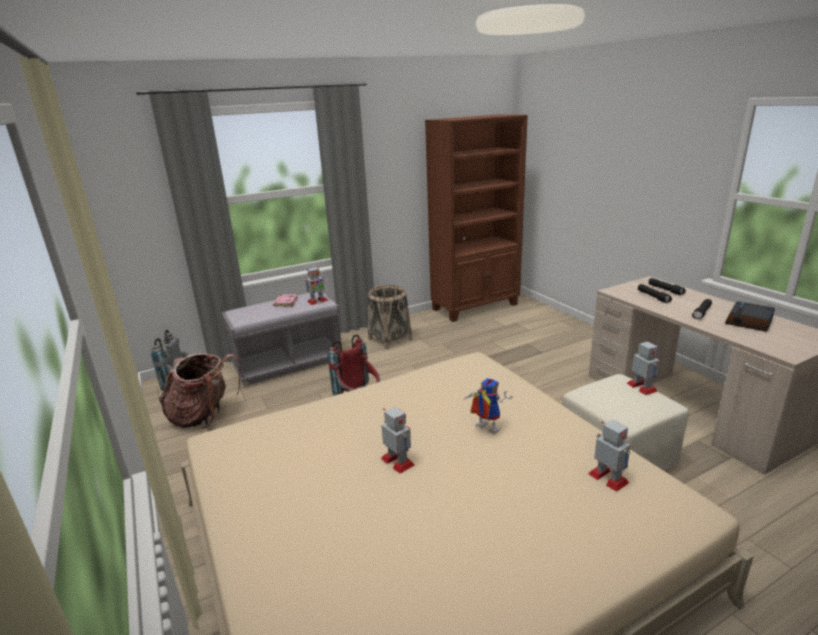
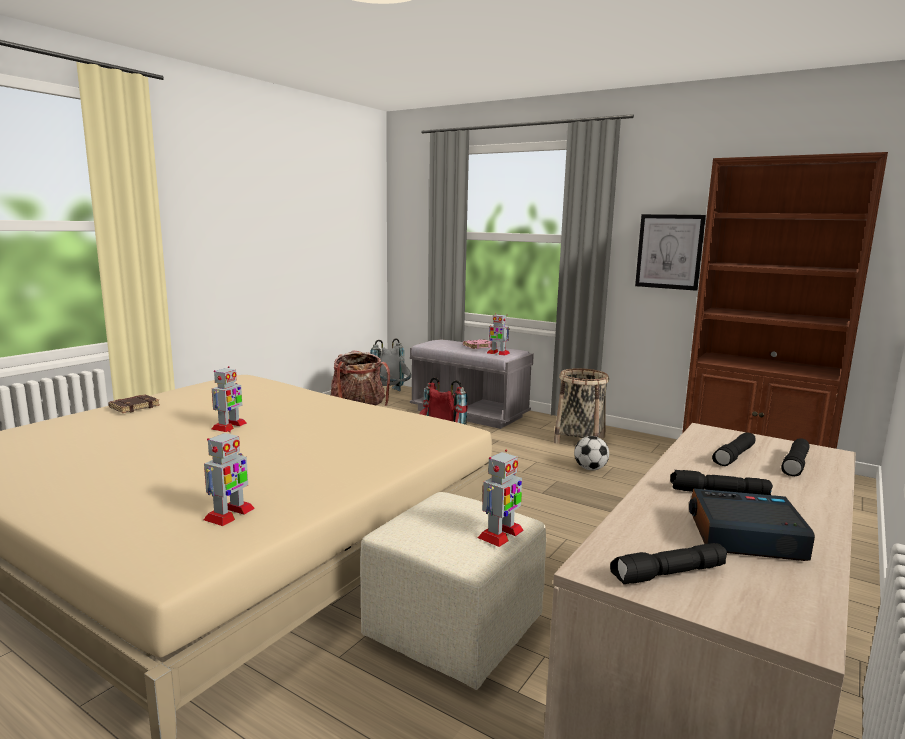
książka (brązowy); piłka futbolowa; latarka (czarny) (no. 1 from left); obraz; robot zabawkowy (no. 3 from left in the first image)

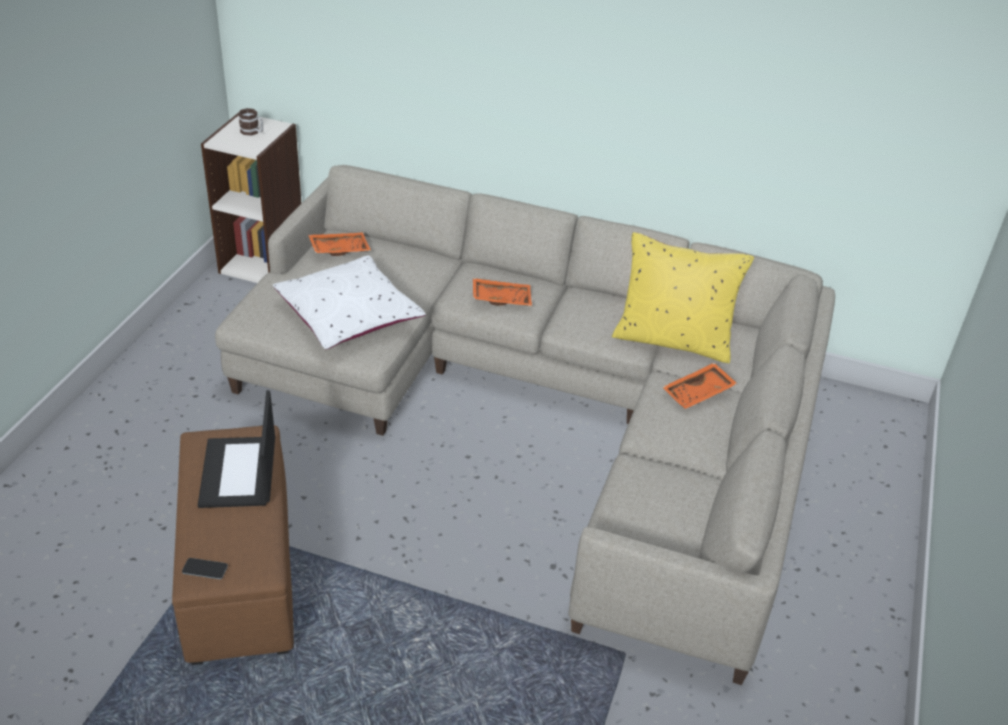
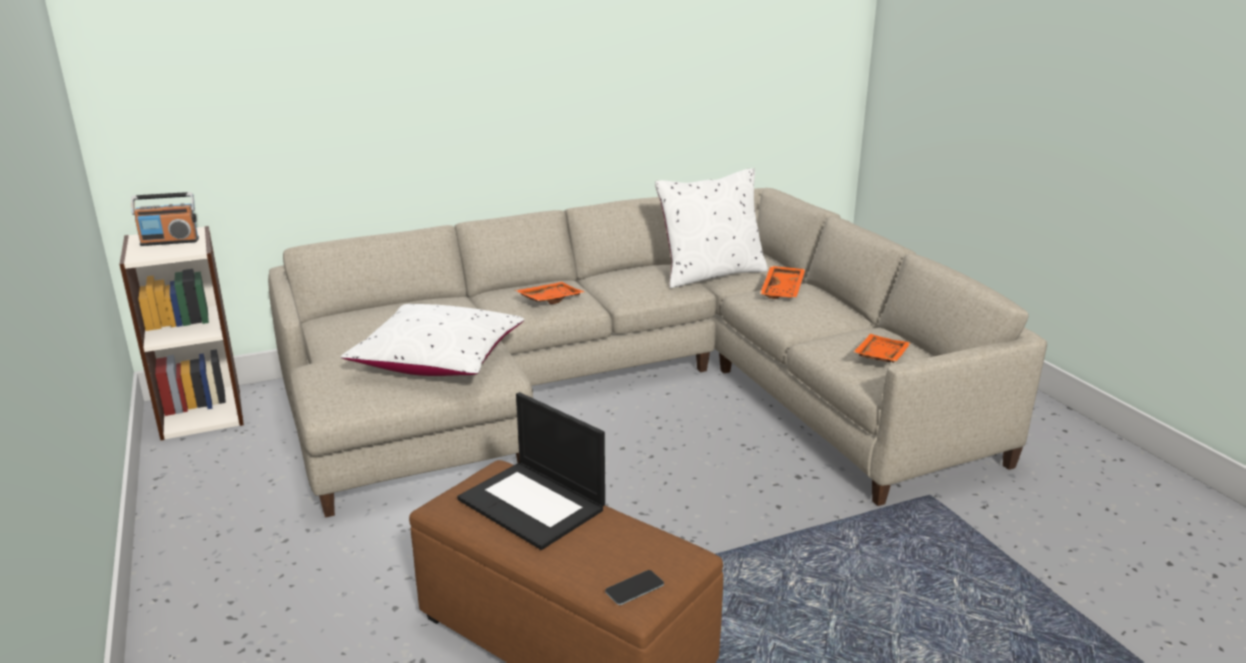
radio; poduszka (biały) (no. 2 from left); taca (pomarańczowy) (no. 3 from left)

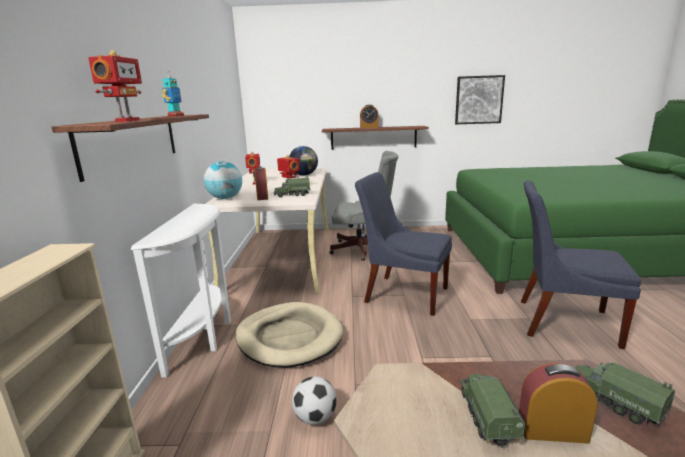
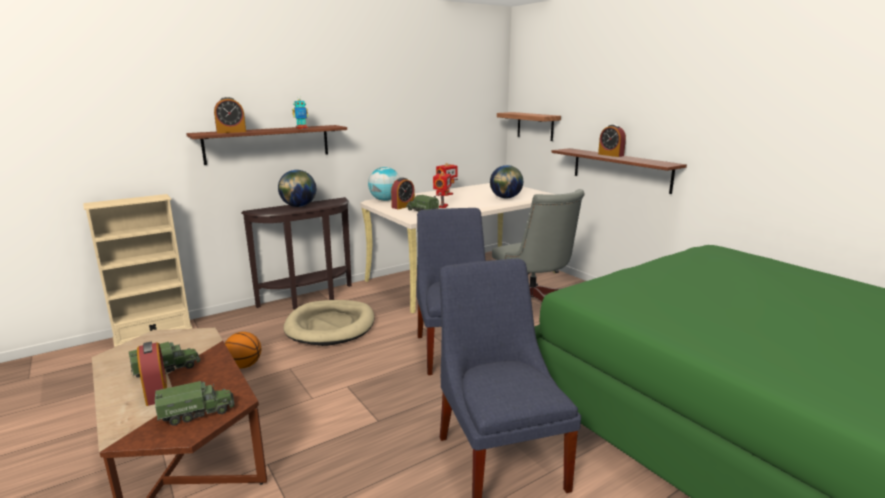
ciężarówka zabawkowa (no. 2 from left); budzik (no. 2 from left); piłka do koszykówki; stolik konsolowy (brązowy); globus (no. 1 from left); półka (no. 2 from left); obraz

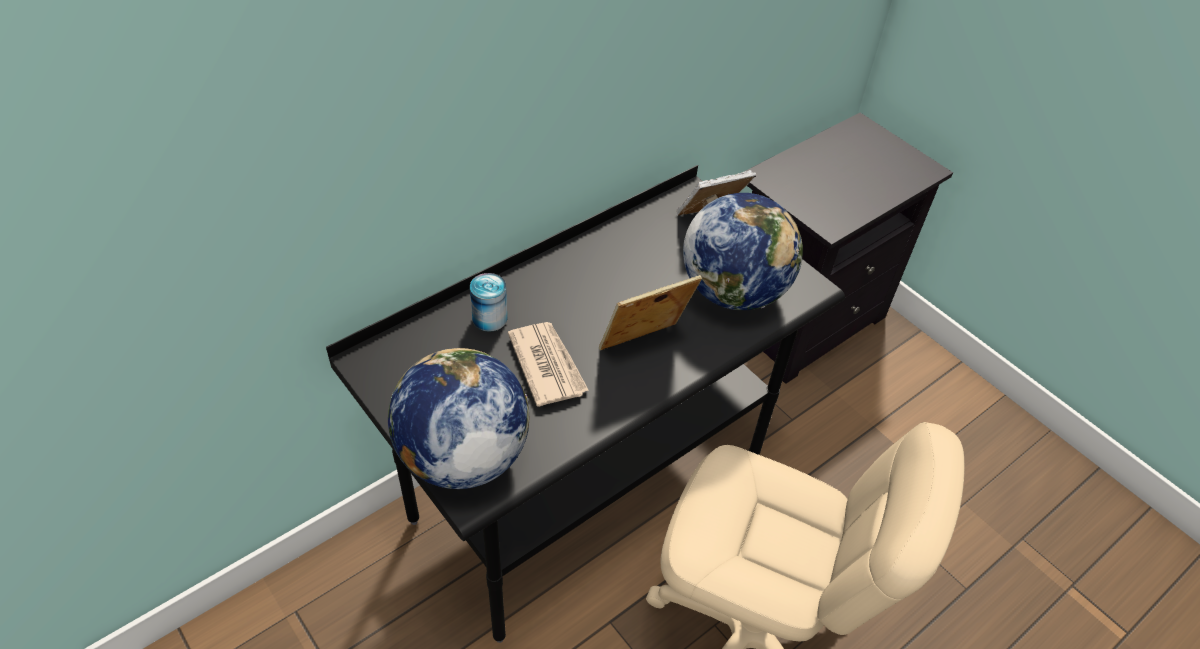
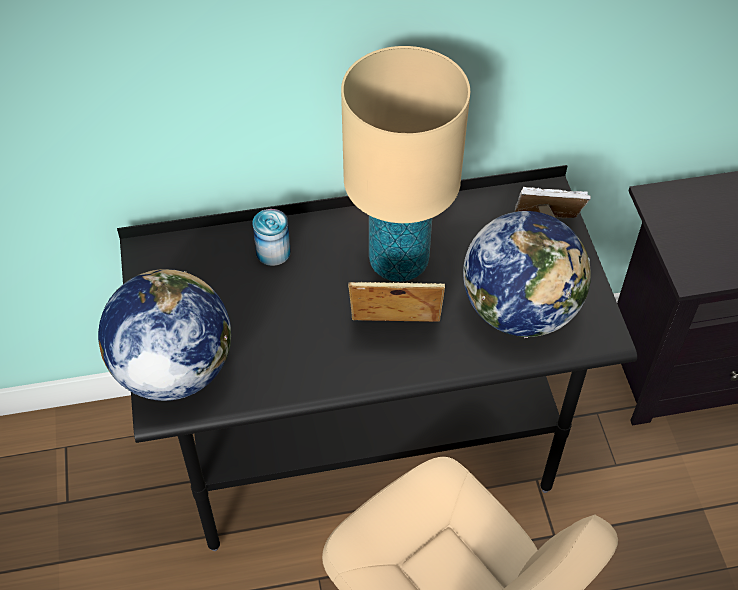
lampa stołowa (beżowy); gazeta

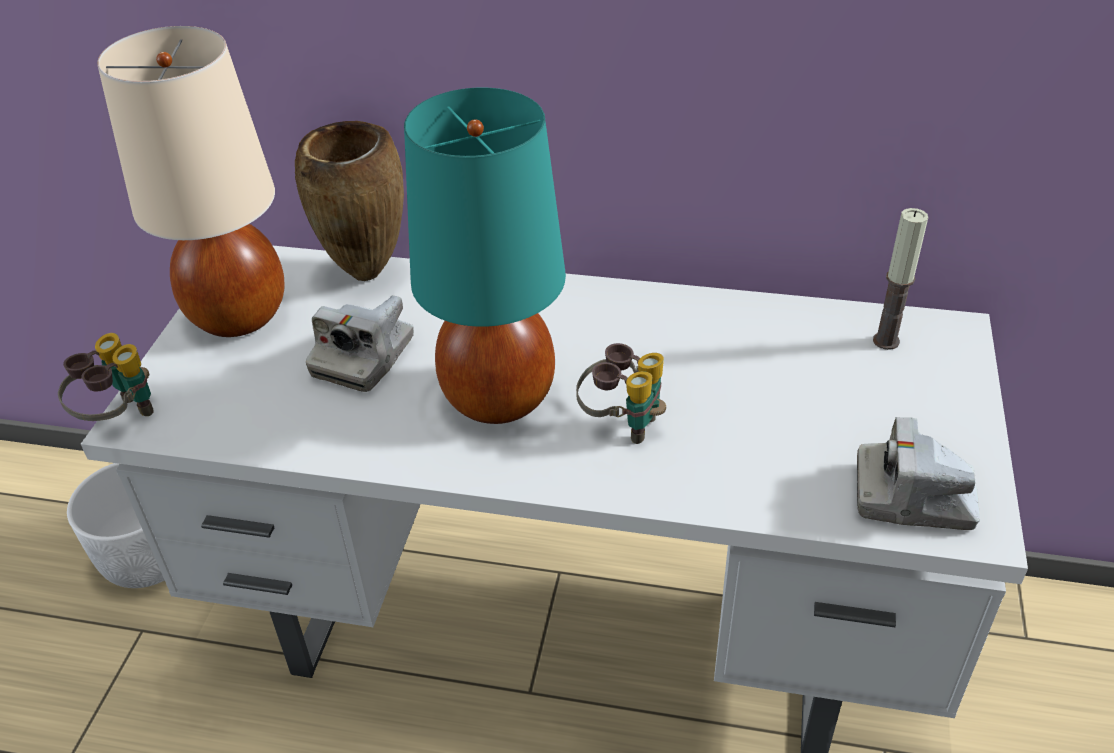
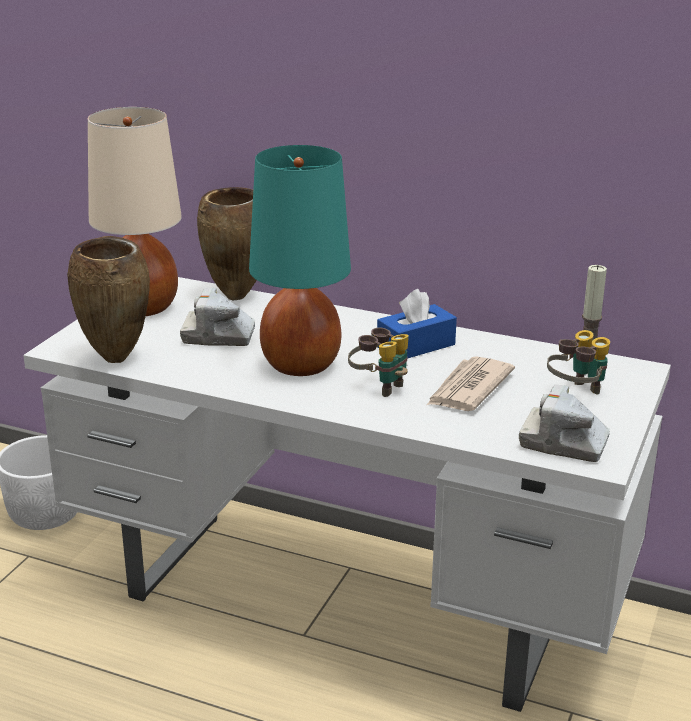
wazon (brązowy) (no. 1 from left); aparat fotograficzny (no. 1 from left); pudełko chusteczek (niebieski); gazeta; lornetka (no. 2 from left)

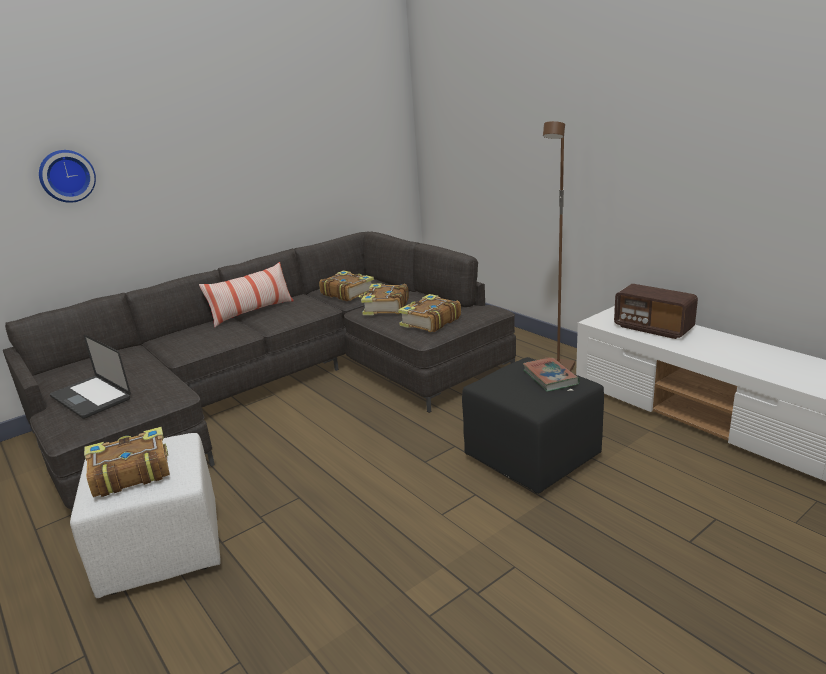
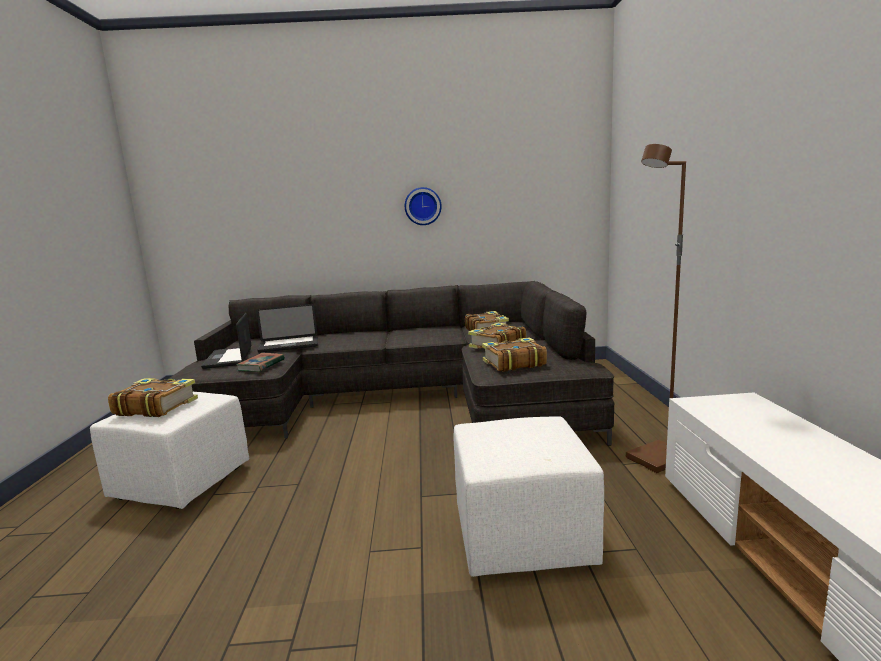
książka (no. 2 from left); laptop (no. 2 from left); zegar ścienny; pufa (biały) (no. 2 from left); poduszka; radio

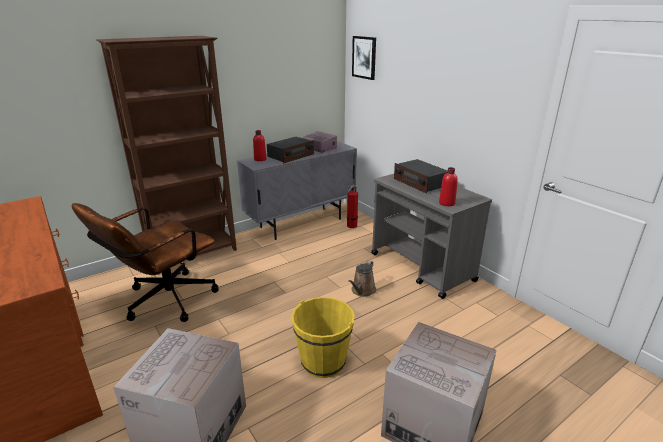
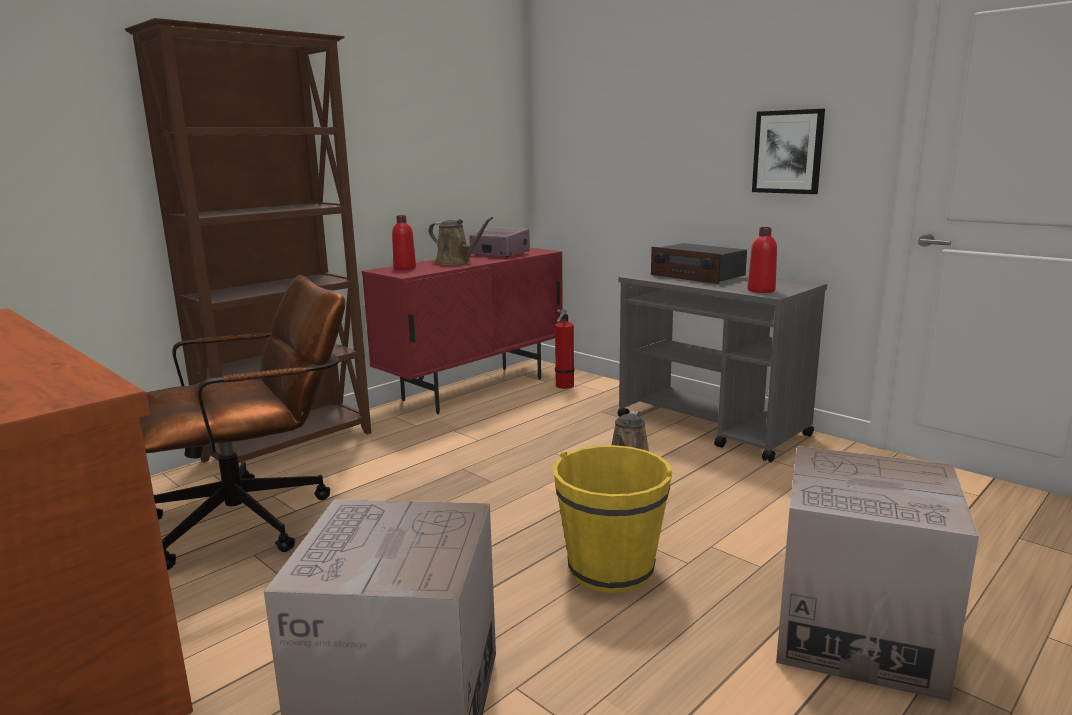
krzesło biurowe (brązowy); szafka (czerwony); konewka (brązowy) (no. 1 from left); obraz

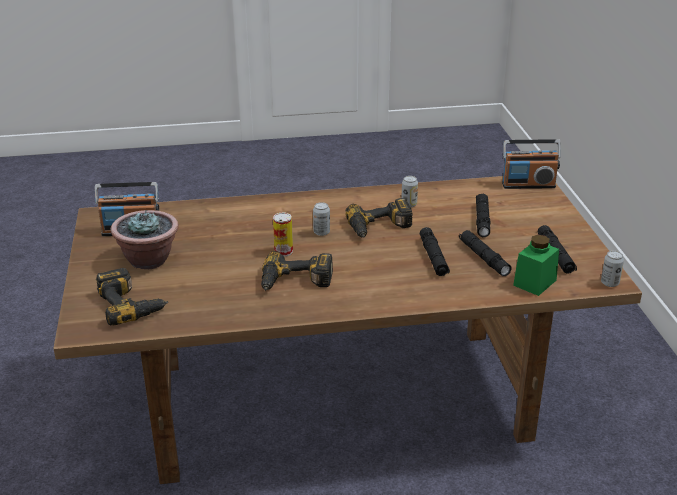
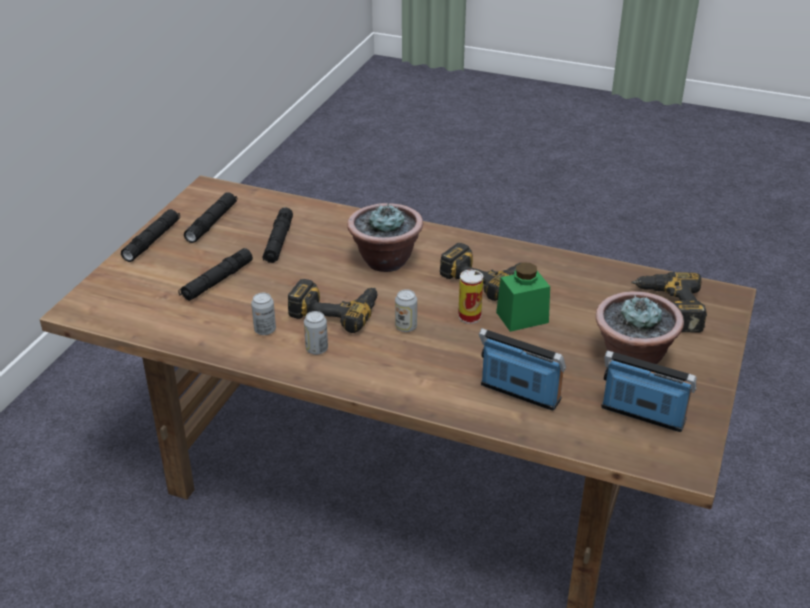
latarka (czarny) (no. 1 from left); puszka (no. 2 from left); roślina doniczkowa (no. 1 from left); radio (no. 1 from left); słoik (zielony)

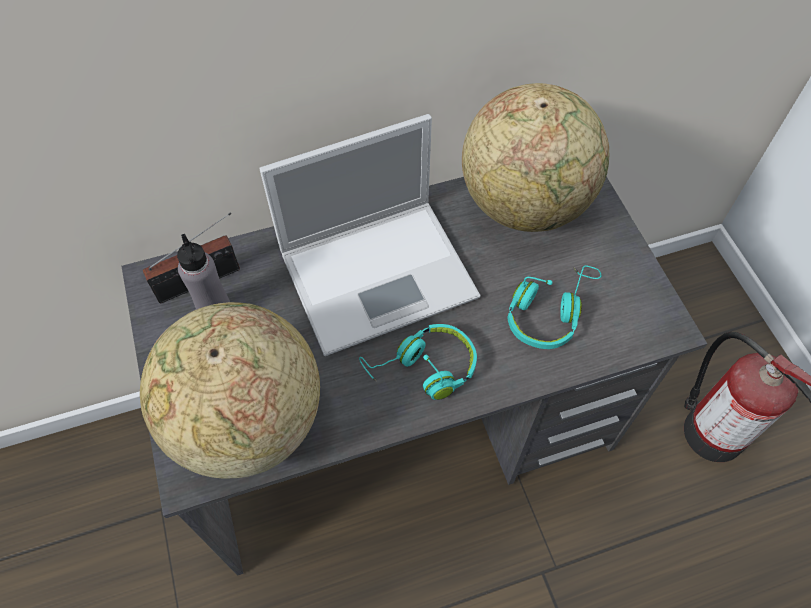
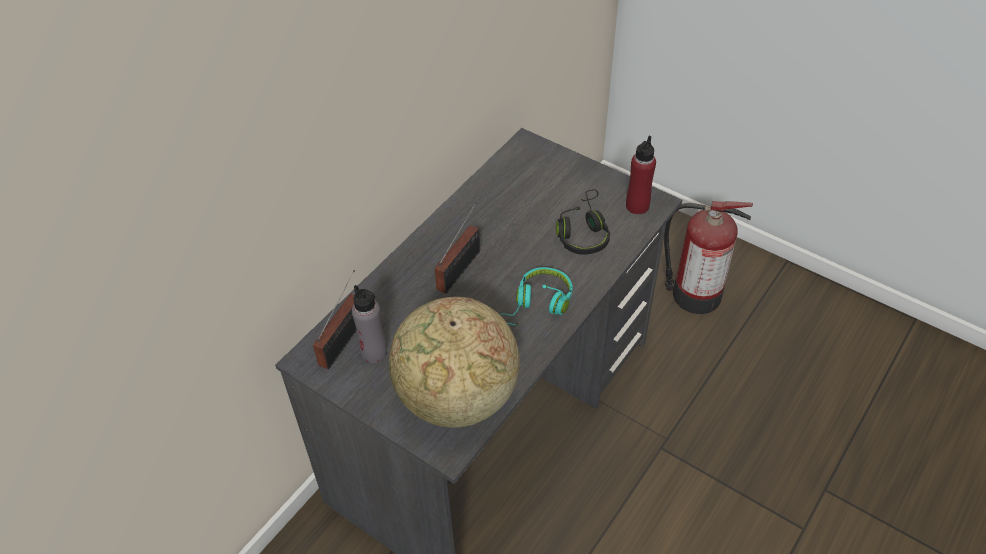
radio (no. 2 from left); słuchawki (czarny); butelka (czerwony); globus (no. 2 from left in the first image)

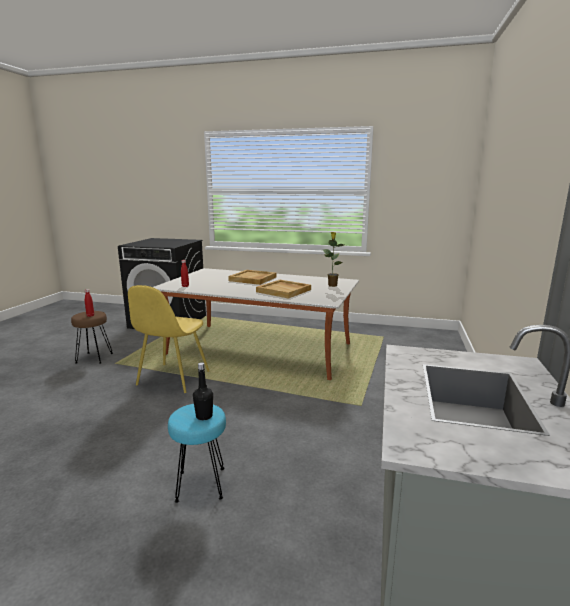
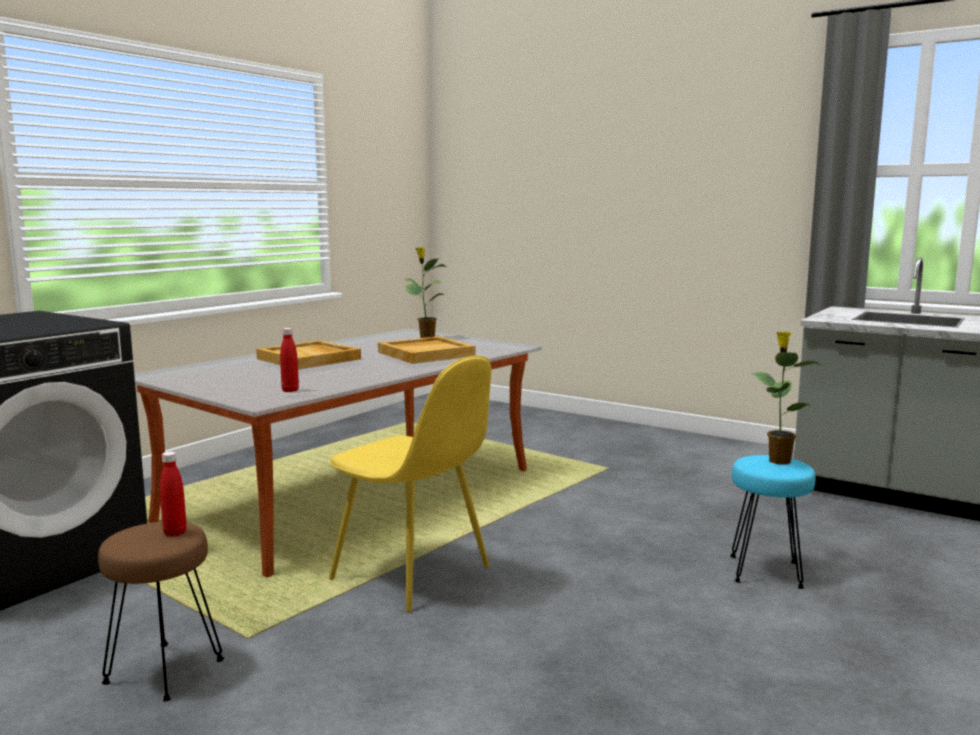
roślina doniczkowa (no. 2 from left)

